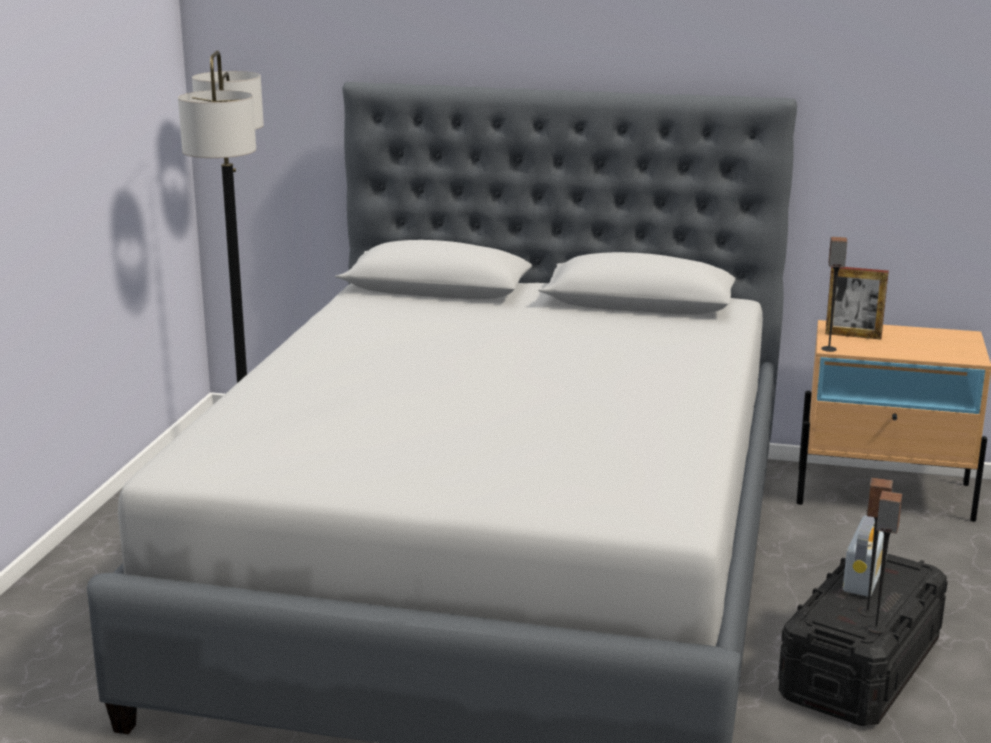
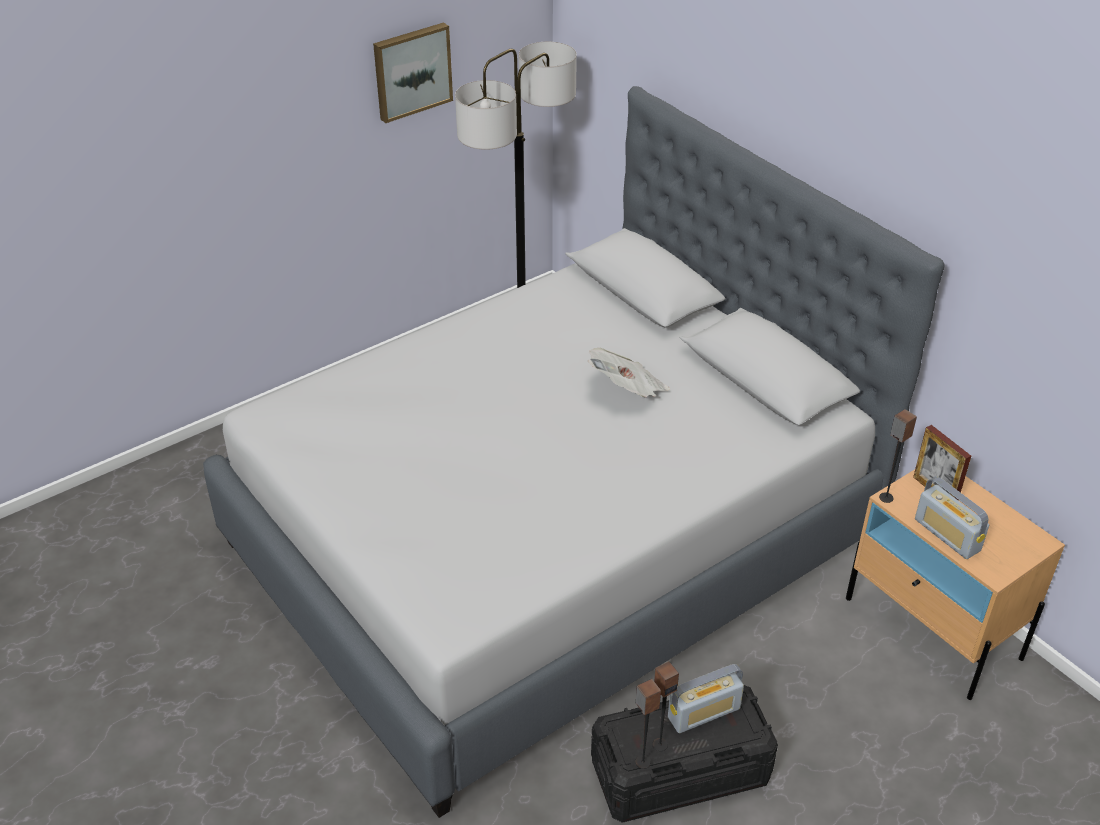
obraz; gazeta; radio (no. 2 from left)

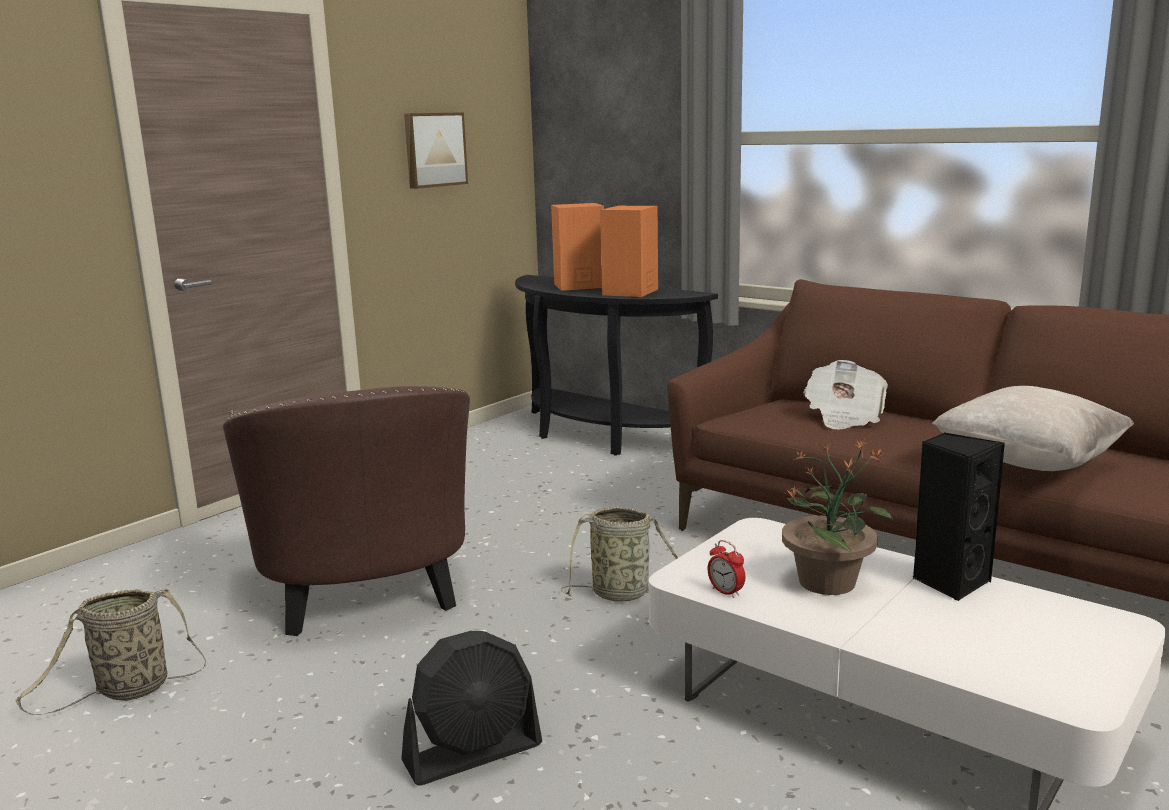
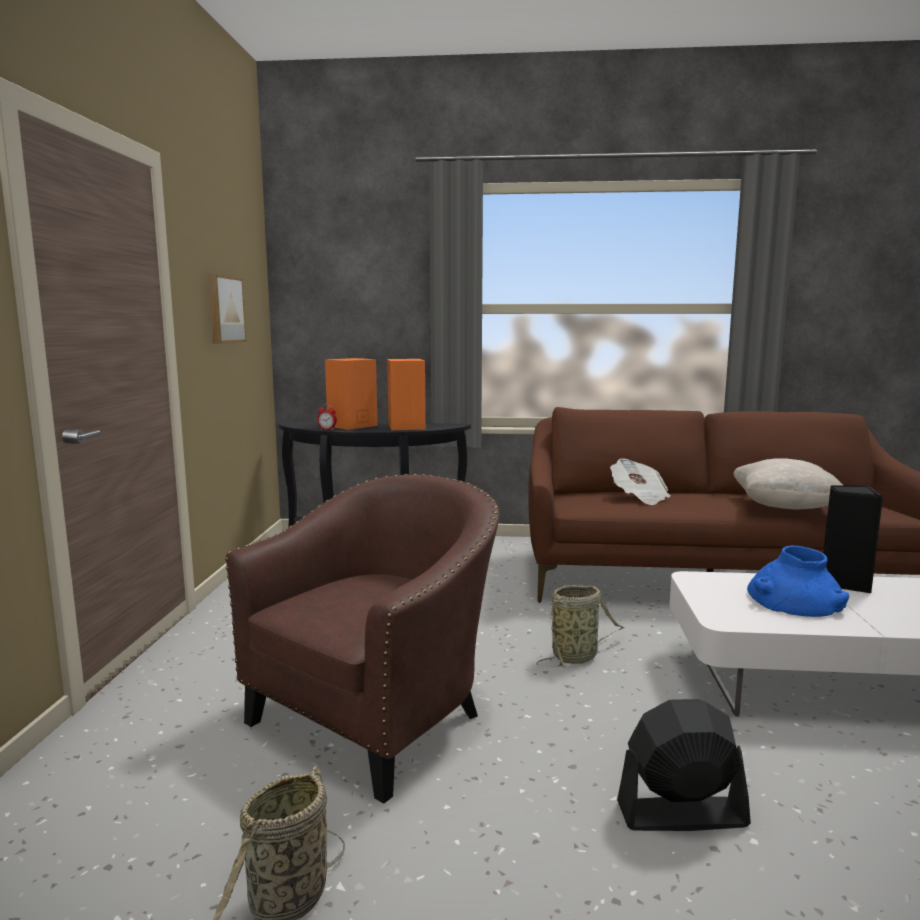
fotel (brązowy); budzik; wentylator (czarny); wazon (niebieski)

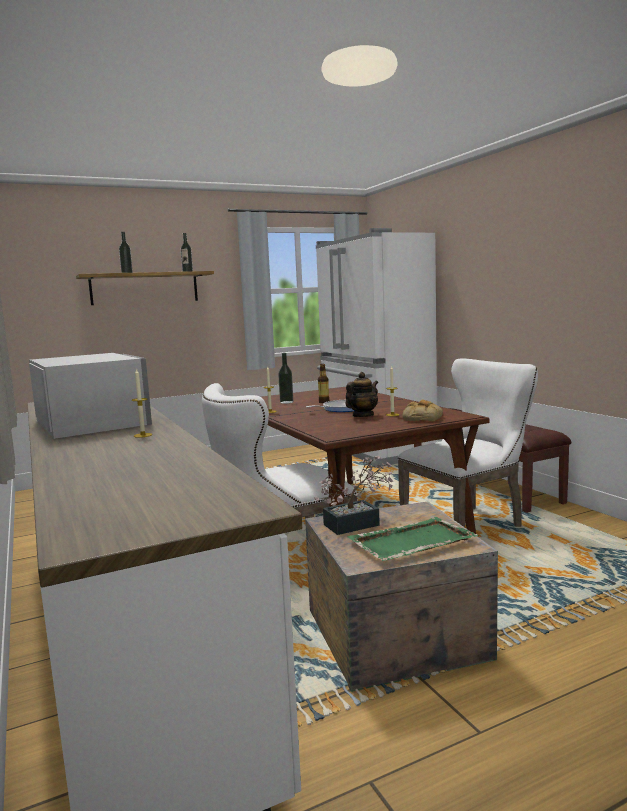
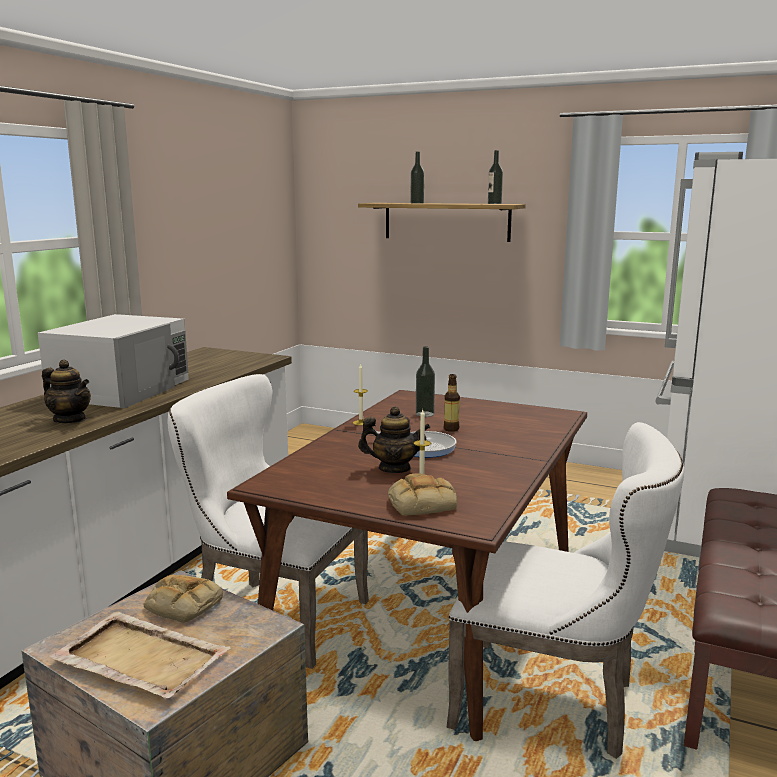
imbryk (no. 1 from left); taca (beżowy); chleb (no. 1 from left)

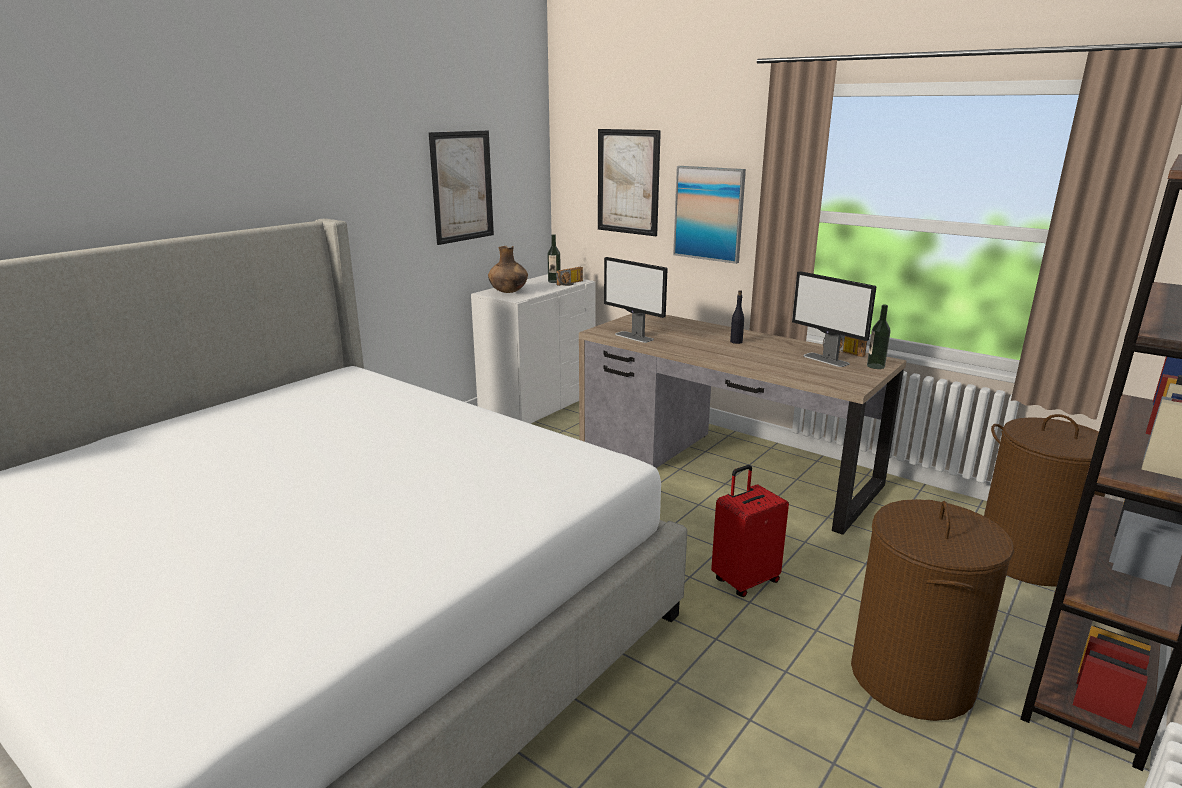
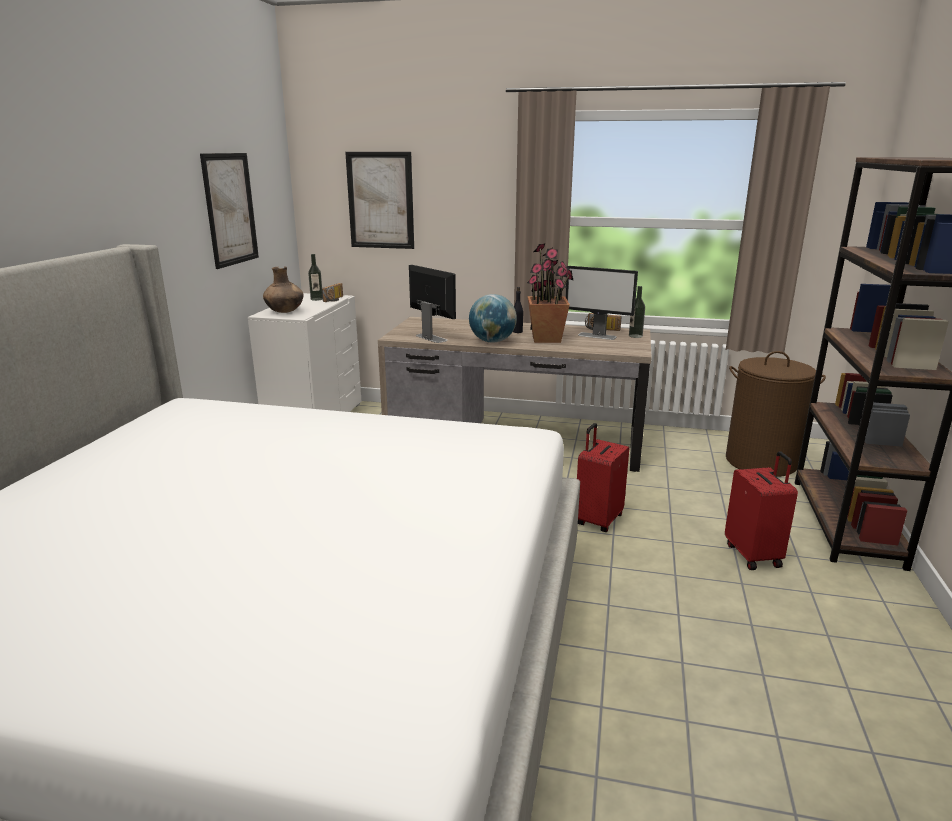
monitor (no. 1 from left); globus; roślina doniczkowa; walizka (czerwony) (no. 2 from left); obraz (no. 3 from left in the first image)

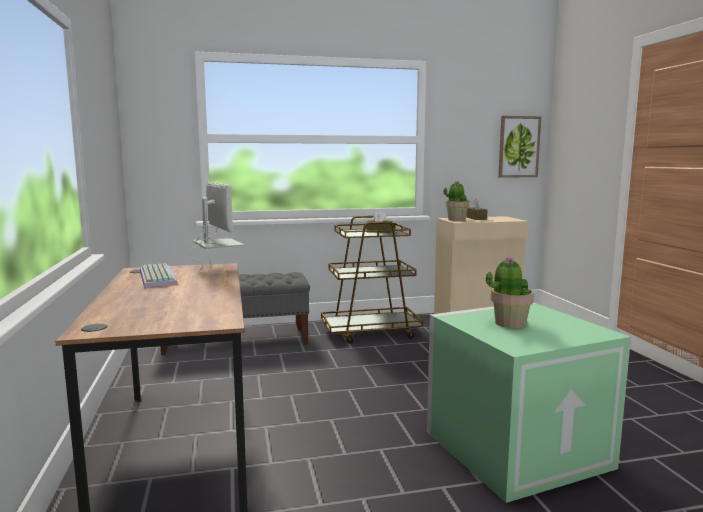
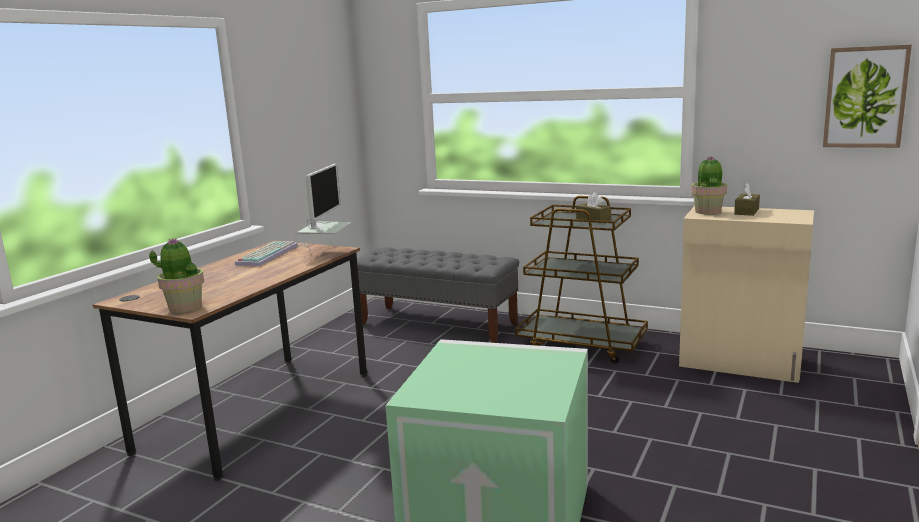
roślina doniczkowa (no. 1 from left)

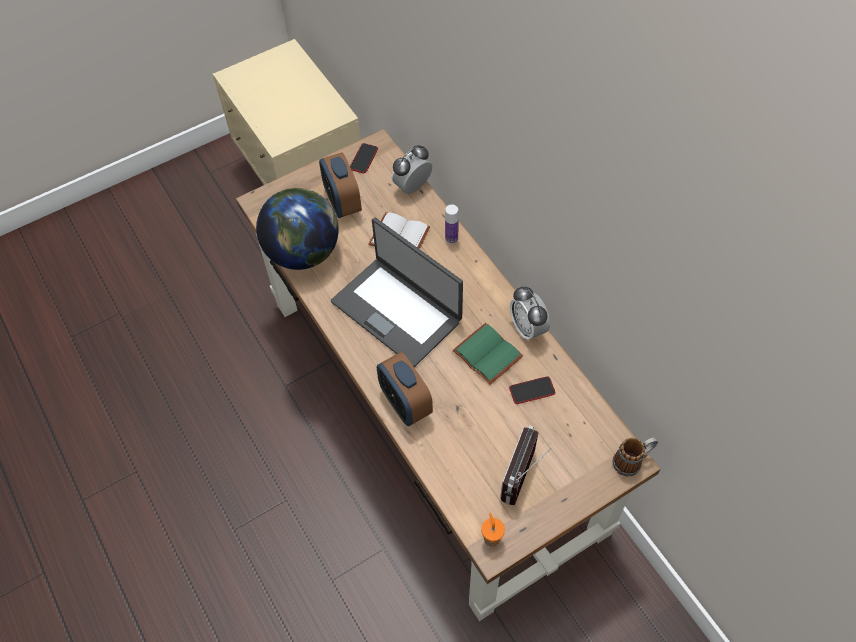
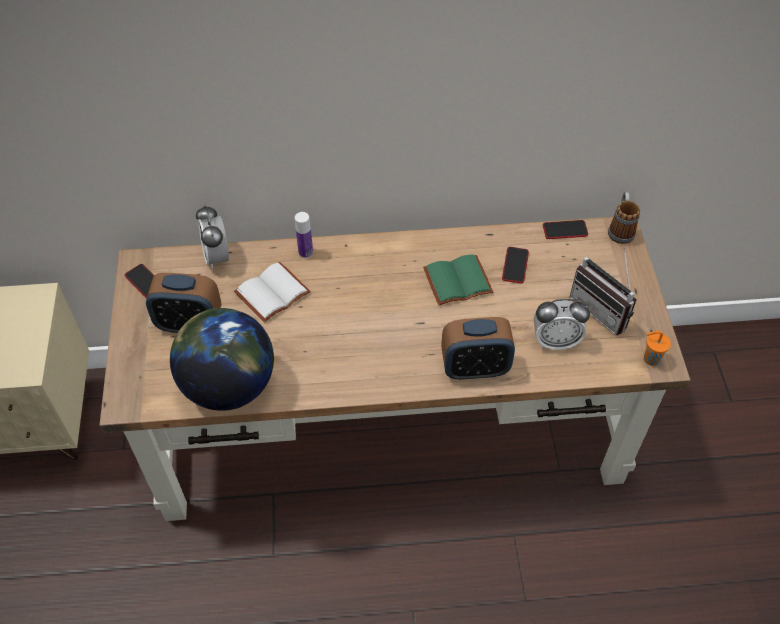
budzik (no. 4 from left); telefon (no. 3 from left); laptop

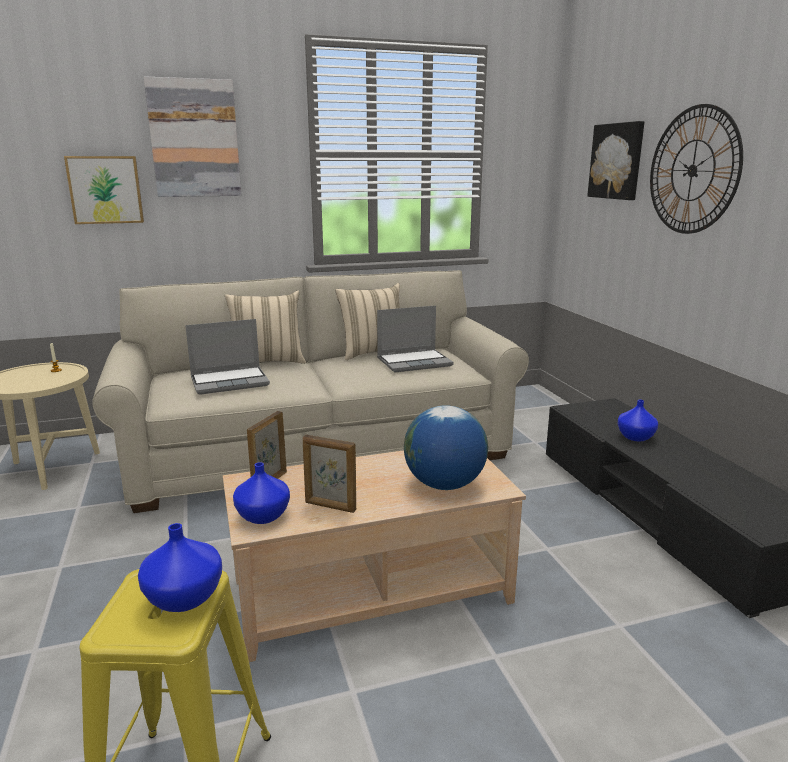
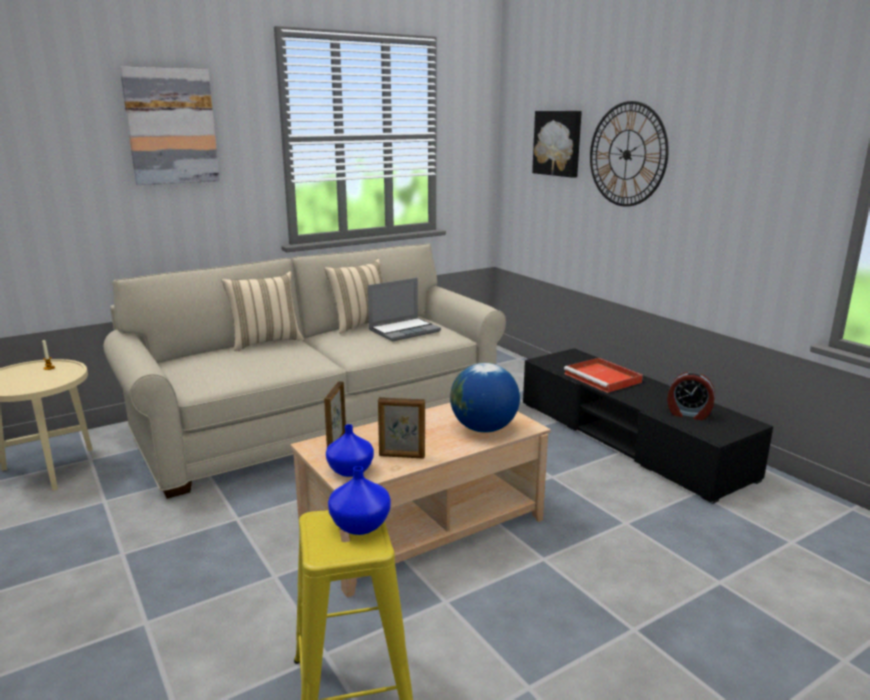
taca (czerwony); budzik; obraz (no. 1 from left in the first image); laptop (no. 1 from left in the first image)

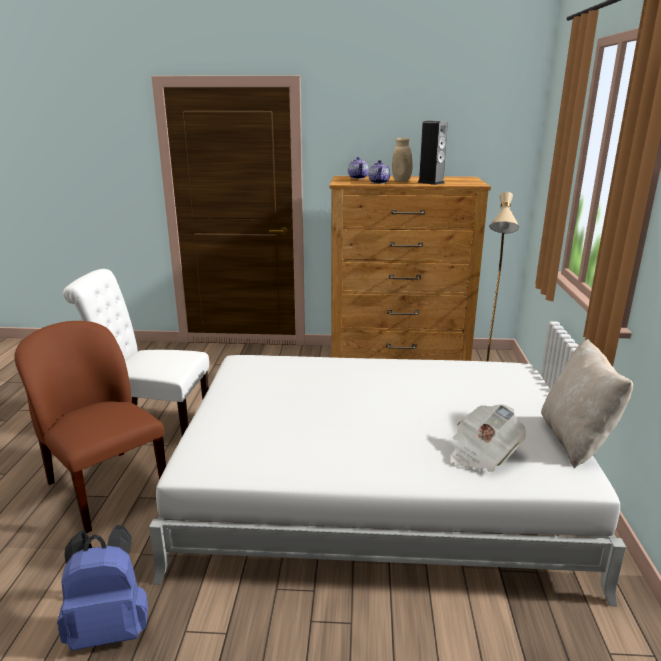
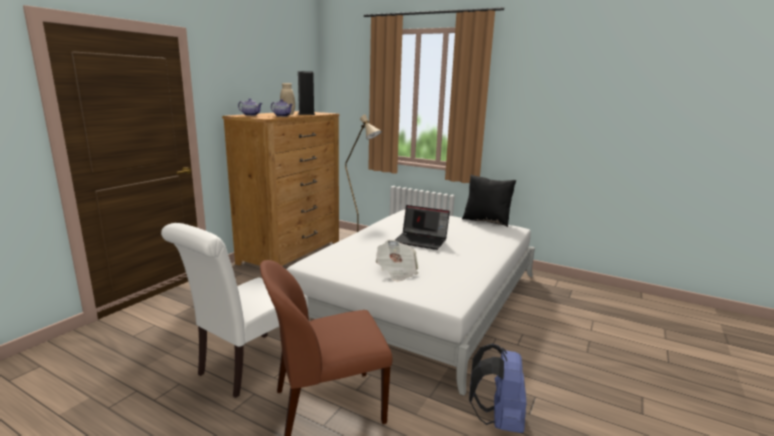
gazeta; laptop; poduszka (czarny)

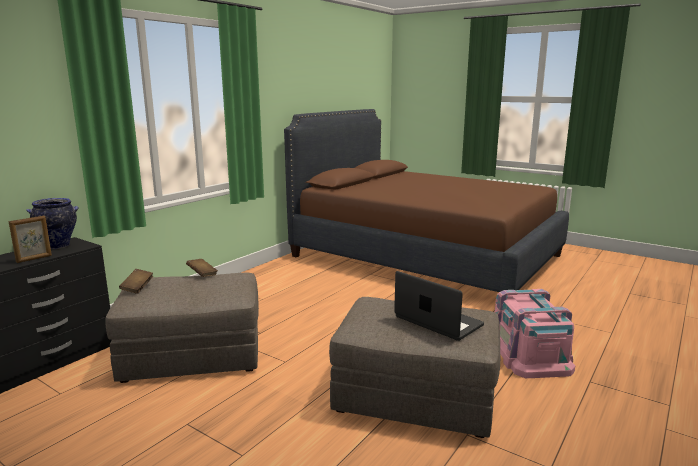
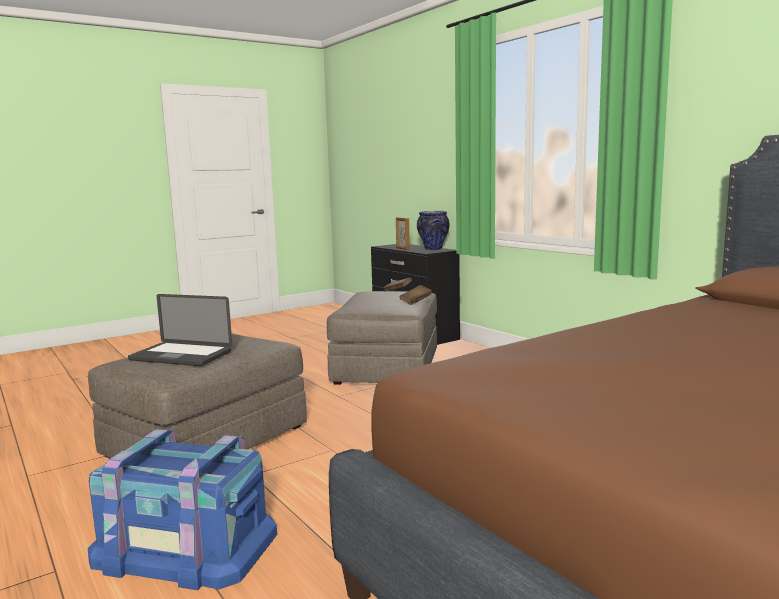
pojemnik do przechowywania (niebieski); laptop

